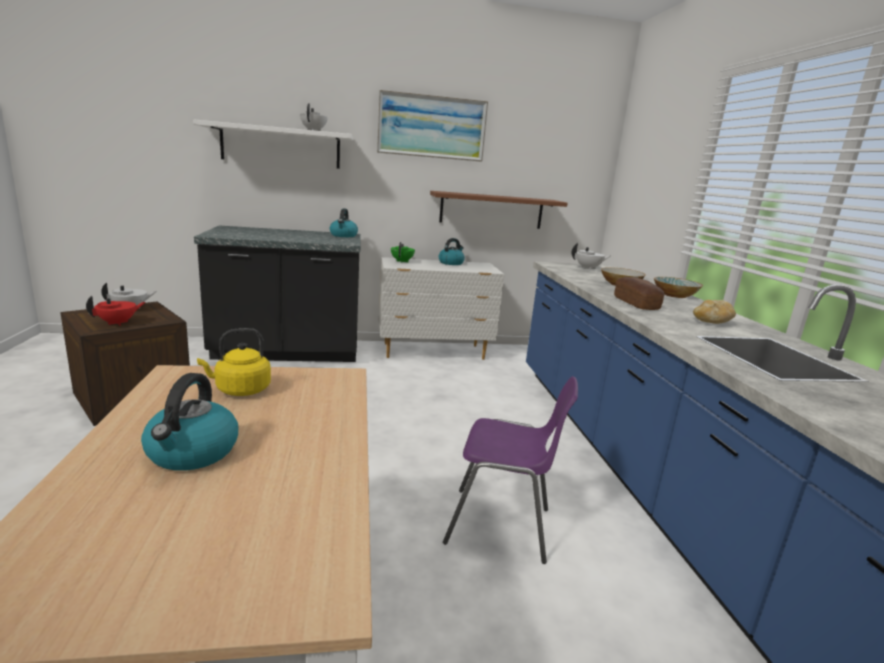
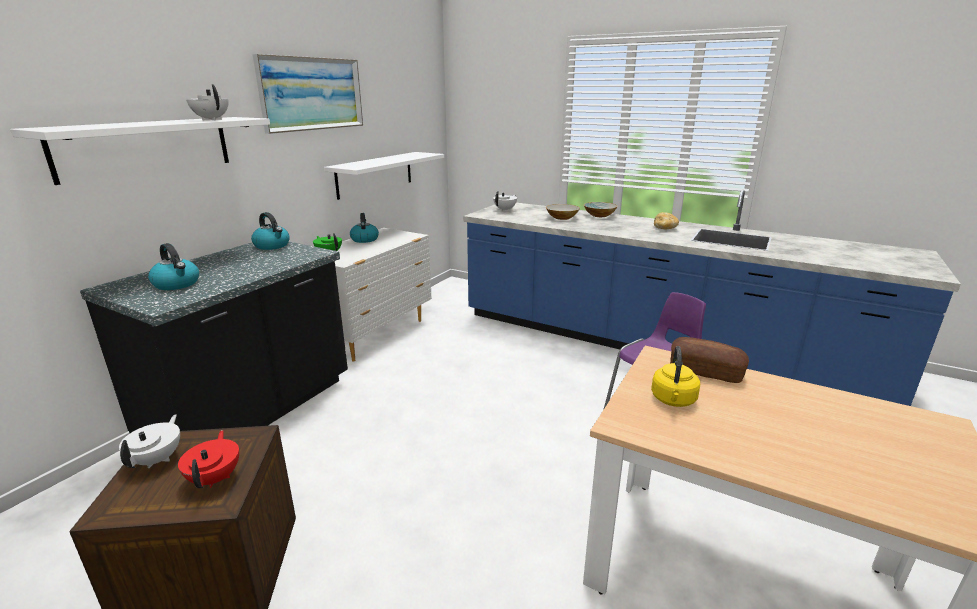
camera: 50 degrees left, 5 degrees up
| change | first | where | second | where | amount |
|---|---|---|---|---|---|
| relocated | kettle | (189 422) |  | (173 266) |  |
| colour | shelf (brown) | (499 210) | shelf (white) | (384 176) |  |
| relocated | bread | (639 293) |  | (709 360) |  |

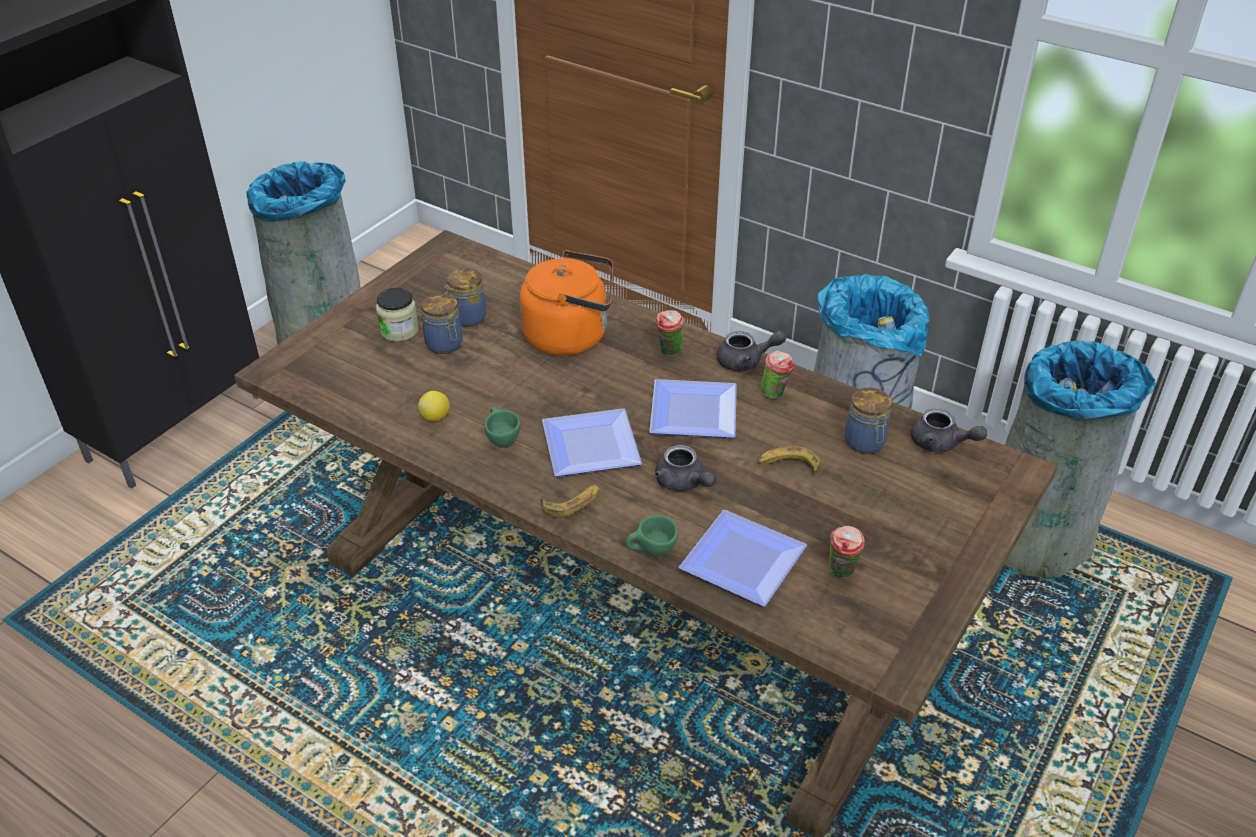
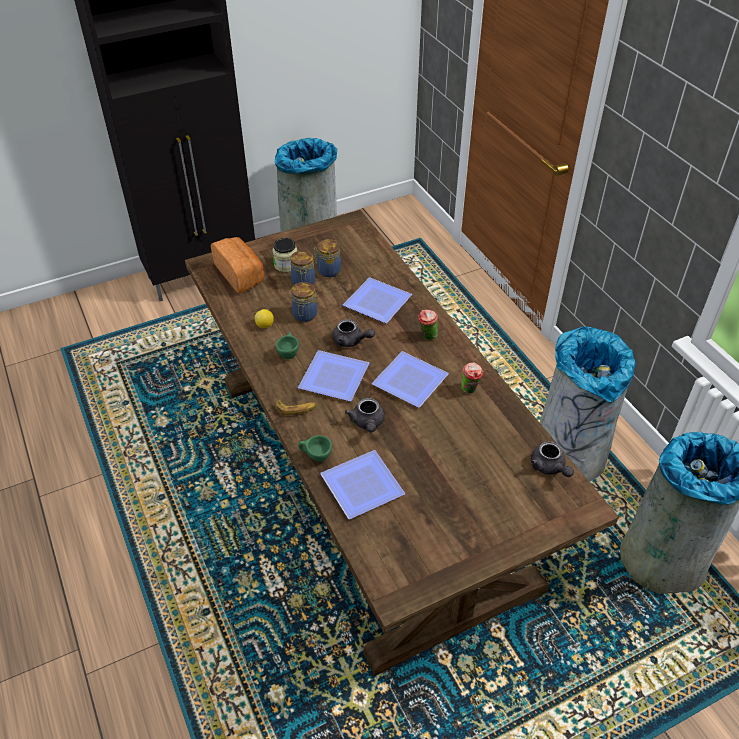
camera: 30 degrees right, 5 degrees up
| change | first | where | second | where | amount |
|---|---|---|---|---|---|
| exchanged | kettle (orange) | (566 303) | plate | (377 300) |  |
| relocated | teapot (grey) | (751 351) |  | (353 333) |  |
| missing | banana | (789 460) |  |  |  |
| missing | cup | (847 552) |  |  |  |
| relocated | jar | (868 421) |  | (304 302) |  |
| appeared |  |  | bread | (237 265) |  |

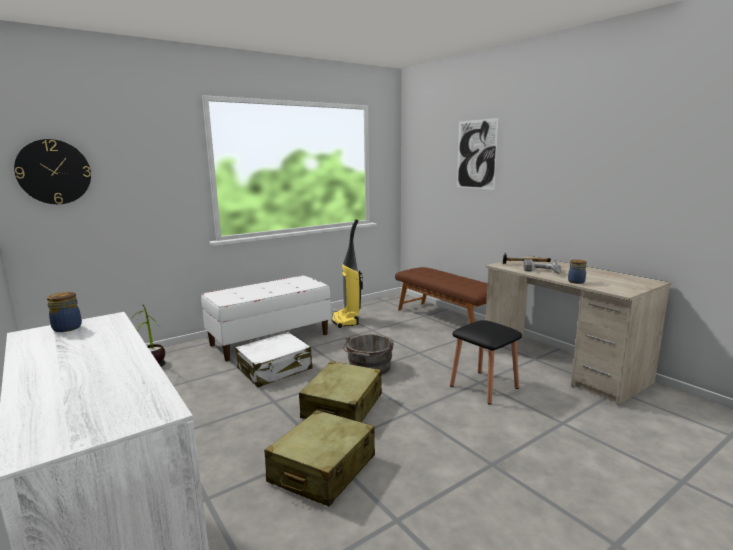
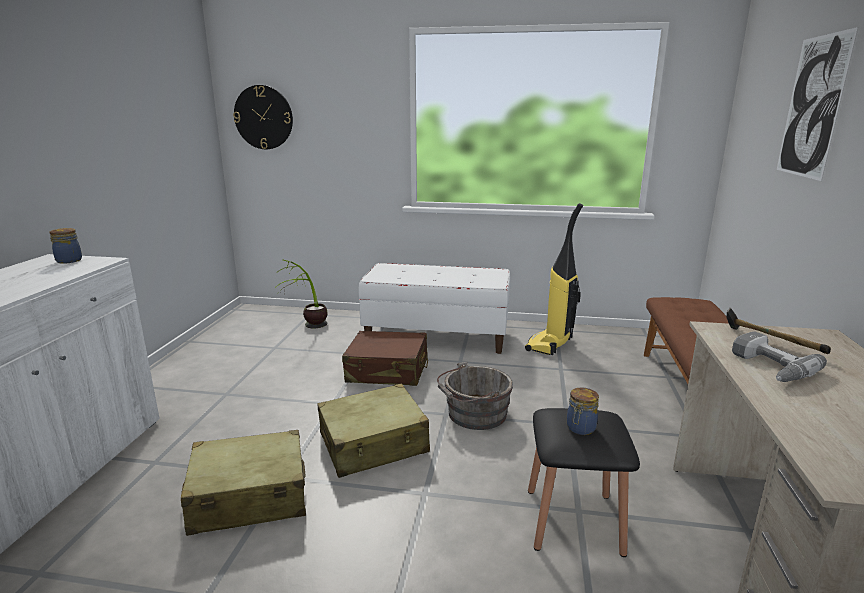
camera: 45 degrees right, 5 degrees up
| change | first | where | second | where | amount |
|---|---|---|---|---|---|
| colour | suitcase (white) | (273 359) | suitcase (brown) | (385 358) |  |
| relocated | jar | (577 271) |  | (583 411) |  |

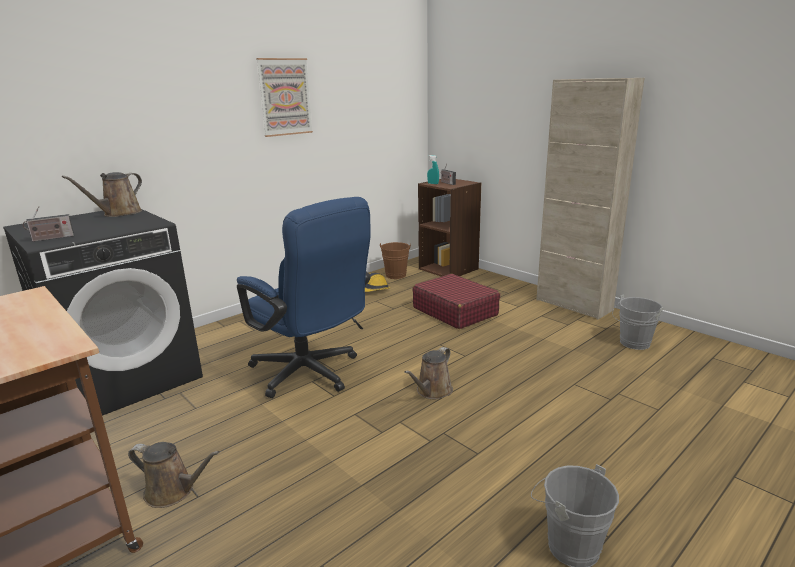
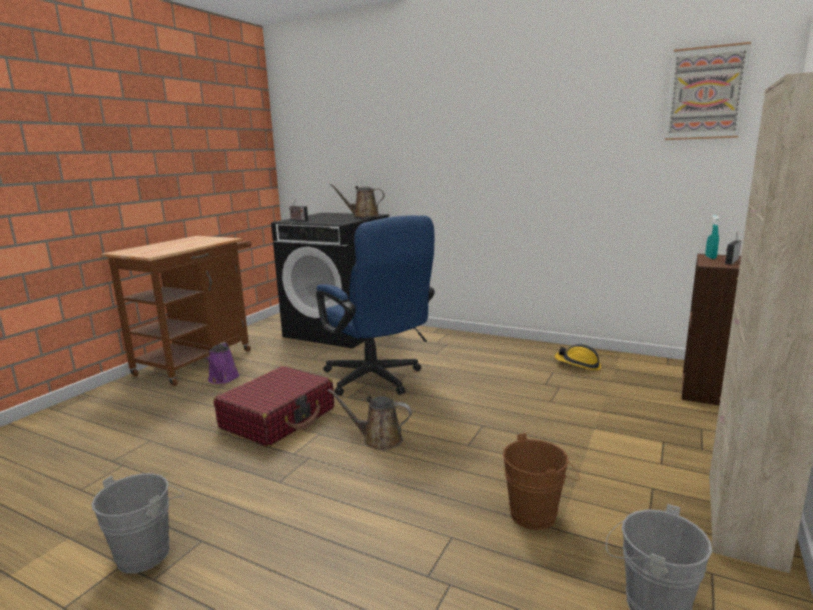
camera: 70 degrees right, 5 degrees down
| change | first | where | second | where | amount |
|---|---|---|---|---|---|
| colour | watering can (brown) | (174 475) | watering can (purple) | (222 363) |  |
| spun | office chair (blue) | (304 297) |  | (375 305) | 60 degrees counterclockwise |
| relocated | picture | (284 97) |  | (708 91) |  |
| relocated | bucket (brown) | (395 260) |  | (541 481) |  |
| relocated | suitcase (red) | (456 301) |  | (274 406) |  |

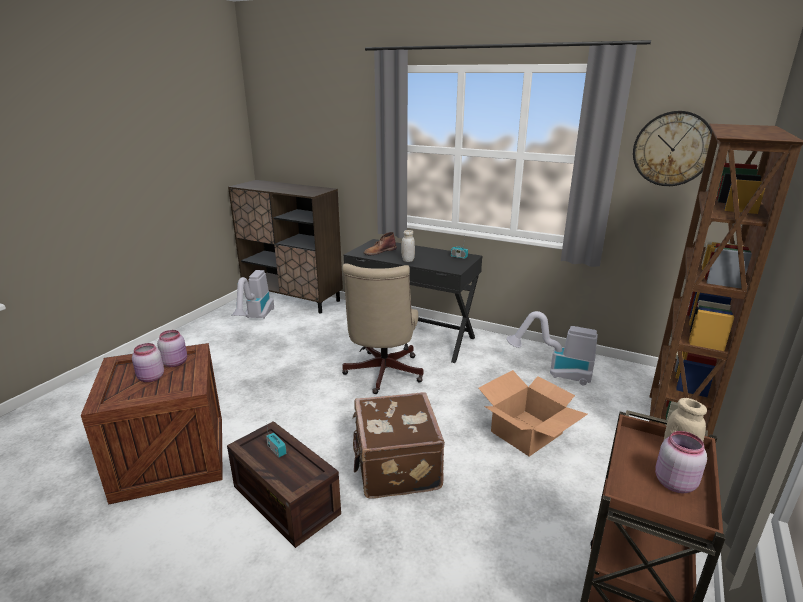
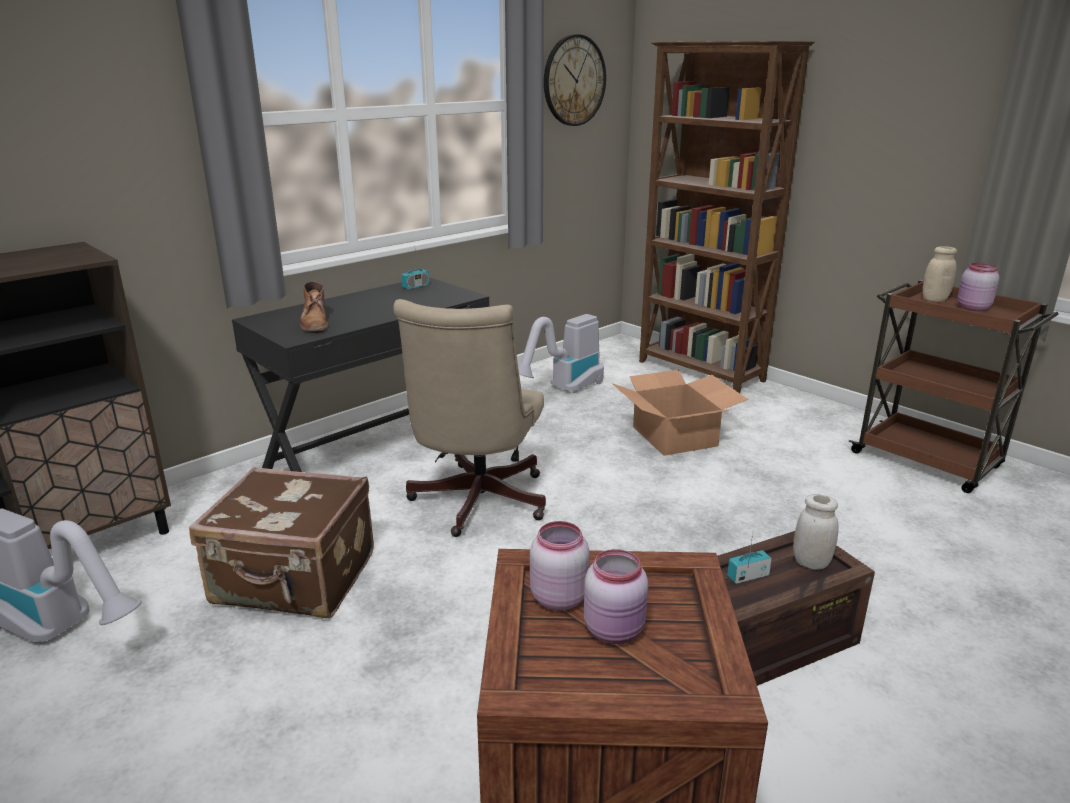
camera: 70 degrees left, 0 degrees up
| change | first | where | second | where | amount |
|---|---|---|---|---|---|
| spun | office chair (beige) | (383 328) |  | (469 418) | 75 degrees clockwise |
| relocated | suitcase (brown) | (398 445) |  | (281 542) |  |
| relocated | jar (white) | (408 246) |  | (816 532) |  |

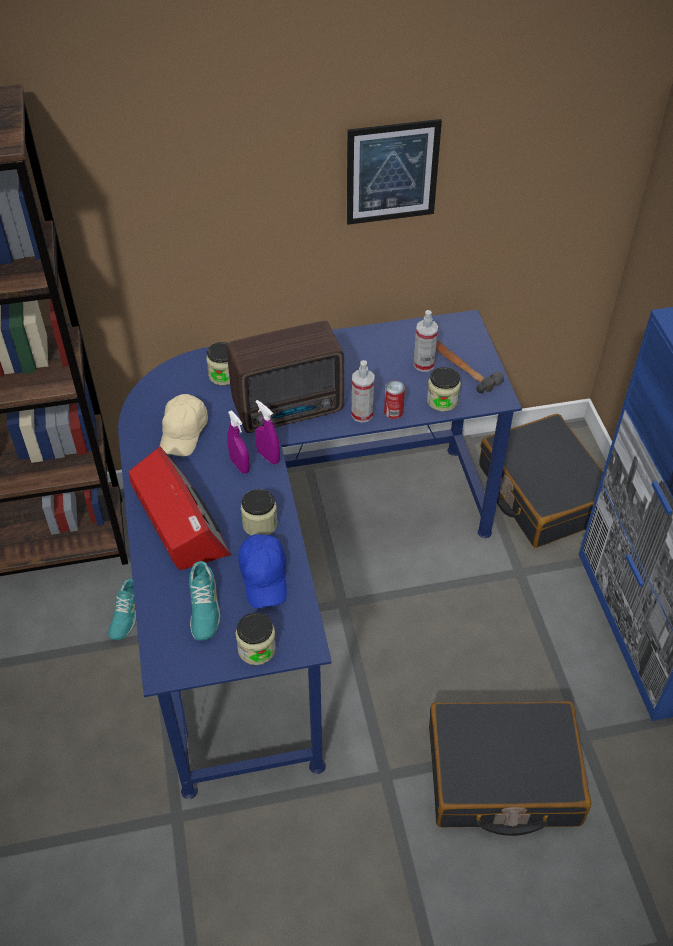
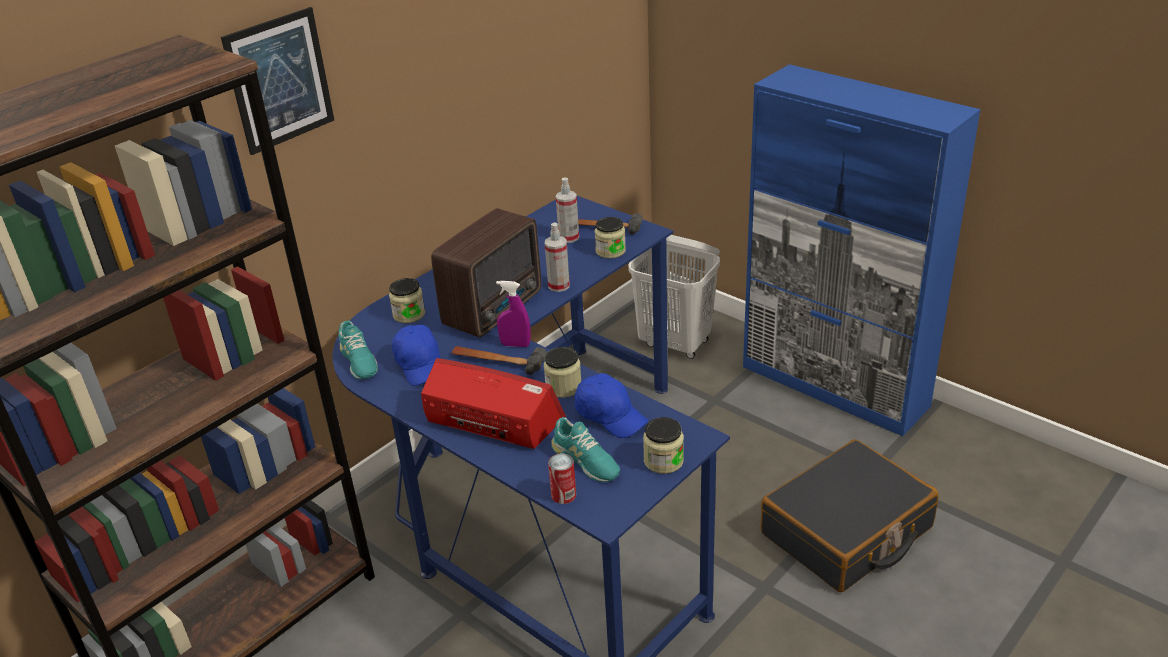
camera: 35 degrees left, 15 degrees down
| change | first | where | second | where | amount |
|---|---|---|---|---|---|
| relocated | shoe (turquoise) | (122 609) |  | (358 350) |  |
| colour | cap (beige) | (184 425) | cap (blue) | (416 355) |  |
| exchanged | spray bottle (purple) | (238 442) | hammer | (499 360) |  |
| relocated | picture | (394 172) |  | (277 81) |  |
| relocated | can | (394 400) |  | (562 479) |  |
| exchanged | suitcase (black) | (541 481) | laundry basket (white) | (674 297) |  |

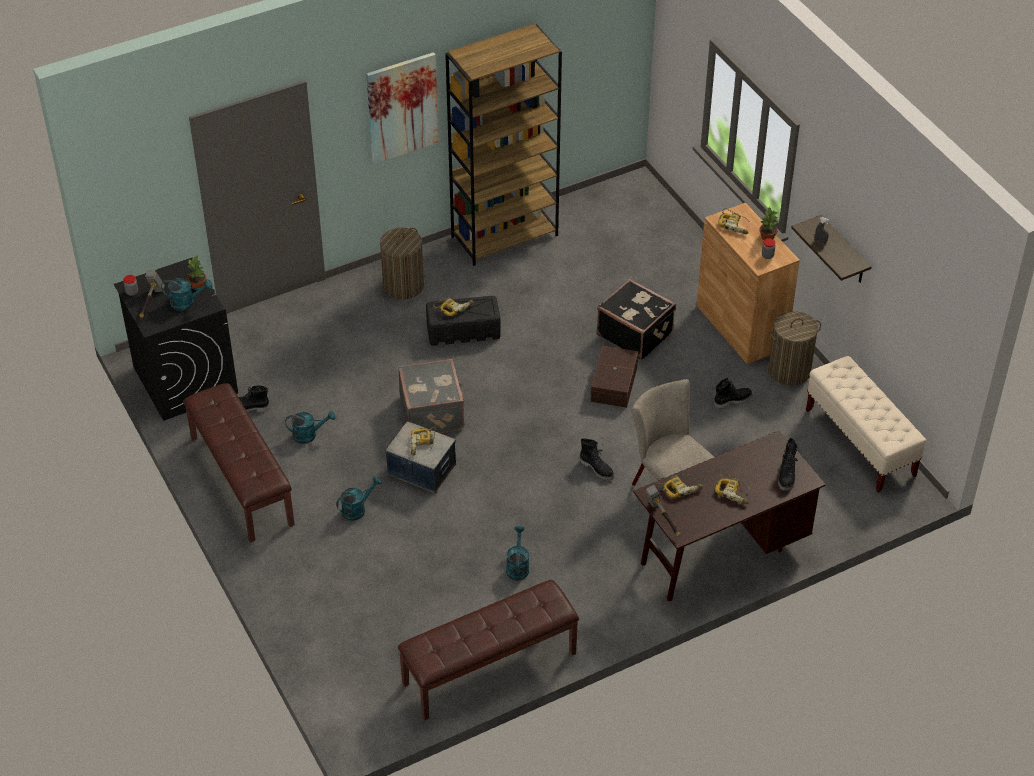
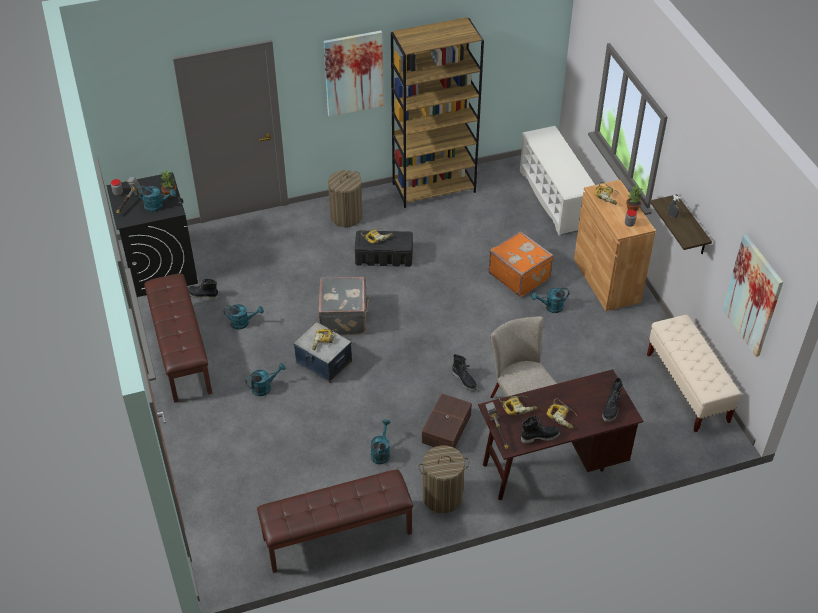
camera: 10 degrees right, 0 degrees up
| change | first | where | second | where | amount |
|---|---|---|---|---|---|
| relocated | storage box (brown) | (614 377) |  | (447 420) |  |
| colour | suitcase (black) | (636 319) | suitcase (orange) | (521 264) |  |
| relocated | boot (black) | (733 393) |  | (540 430) |  |
| relocated | laundry basket | (794 348) |  | (443 479) |  |
| appeared |  |  | shoe rack (white) | (557 181) |  |
| appeared |  |  | watering can (turquoise) | (550 300) |  |
| appeared |  |  | picture | (752 296) |  |

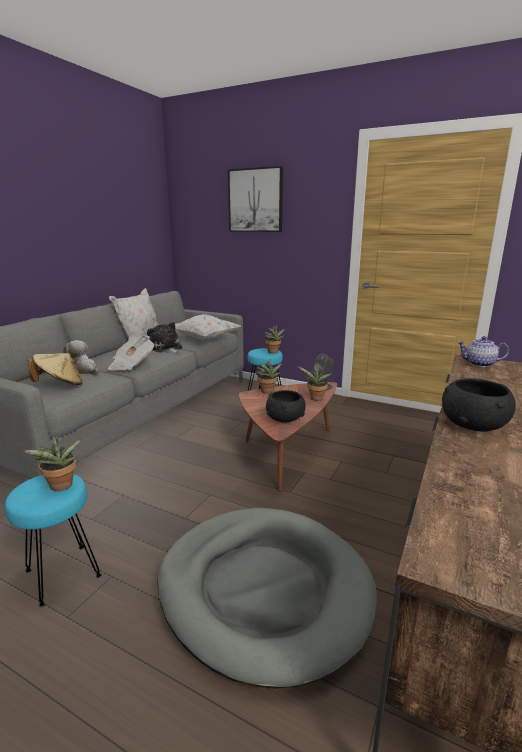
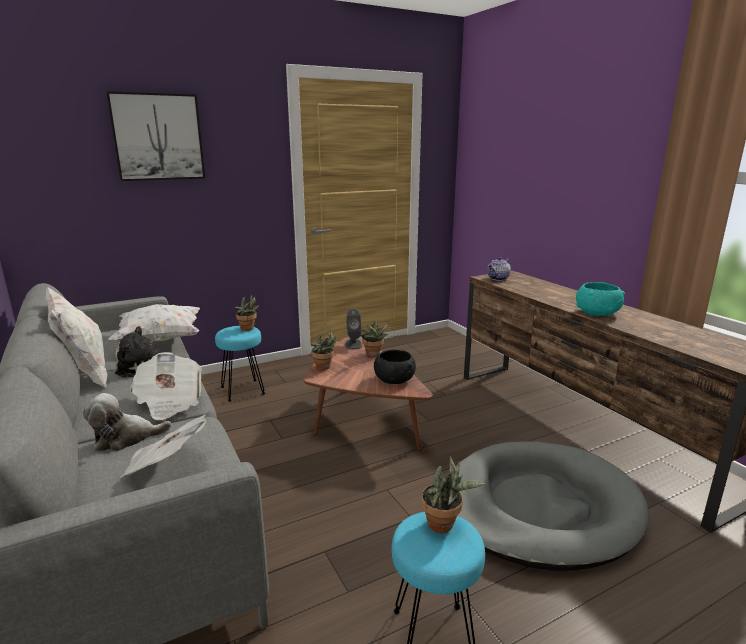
camera: 55 degrees left, 0 degrees up
| change | first | where | second | where | amount |
|---|---|---|---|---|---|
| exchanged | hat (beige) | (55 369) | newspaper | (163 446) |  |
| colour | bowl (black) | (479 405) | bowl (turquoise) | (600 299) |  |

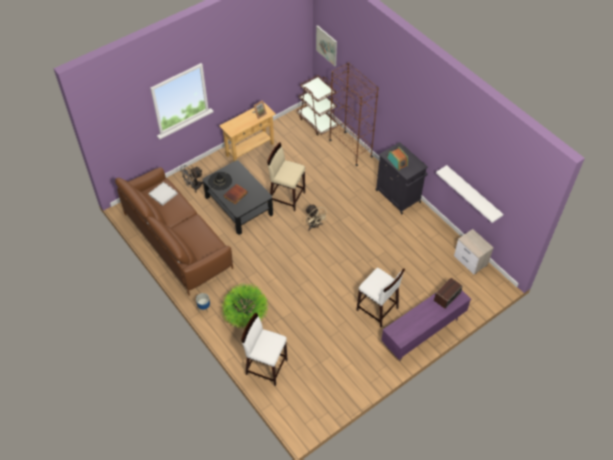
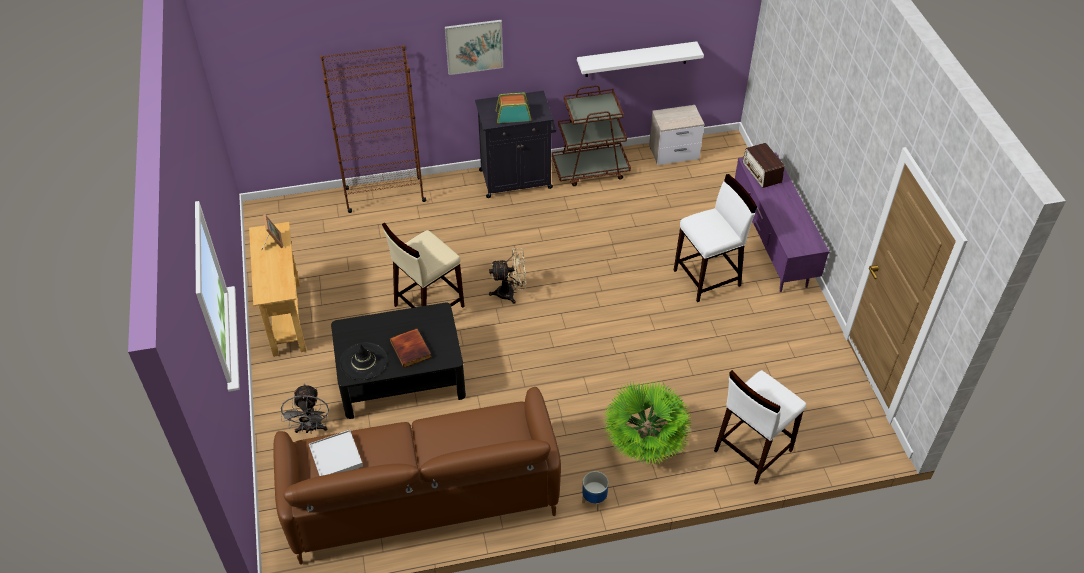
camera: 65 degrees left, 5 degrees down
| change | first | where | second | where | amount |
|---|---|---|---|---|---|
| relocated | cart (brown) | (318 105) |  | (591 135) |  |
| relocated | picture | (326 45) |  | (474 47) |  |

